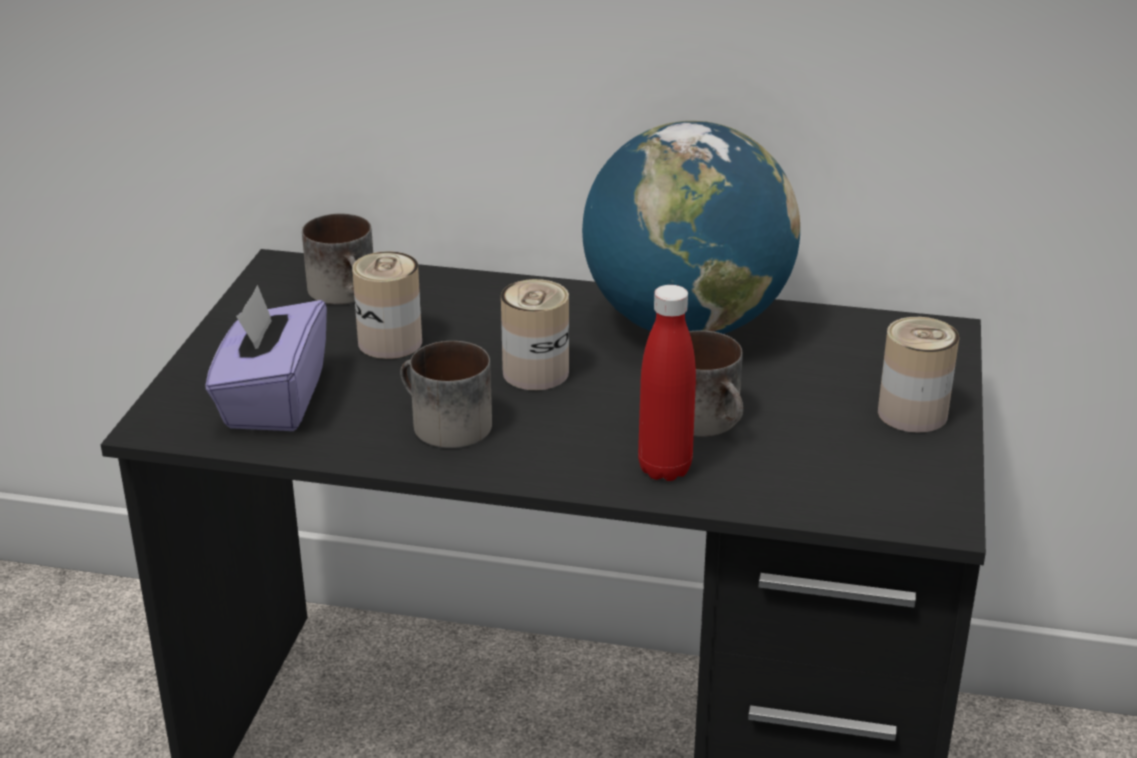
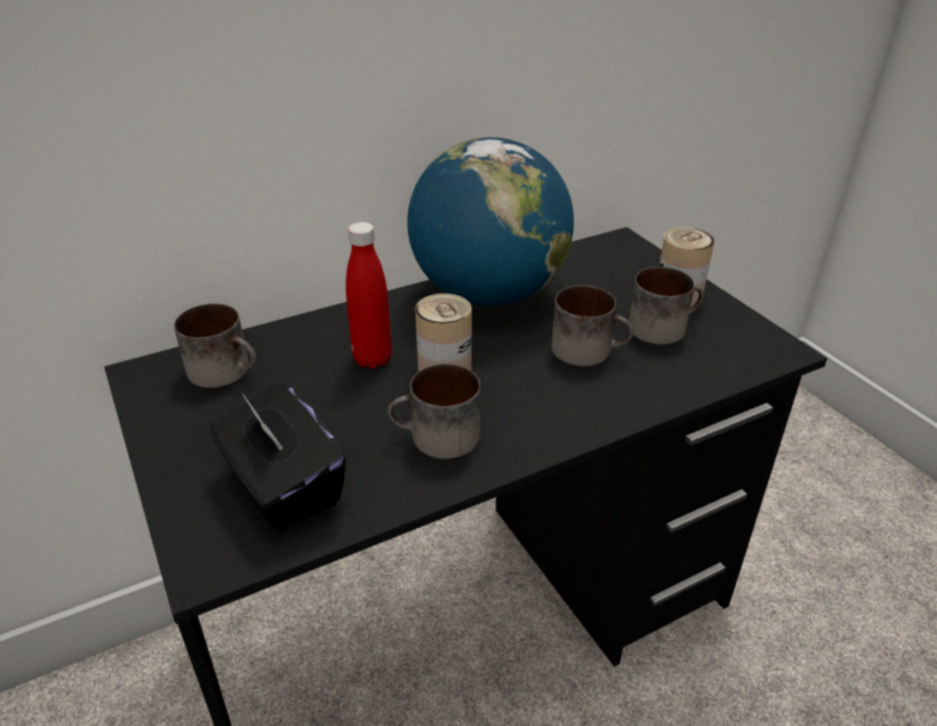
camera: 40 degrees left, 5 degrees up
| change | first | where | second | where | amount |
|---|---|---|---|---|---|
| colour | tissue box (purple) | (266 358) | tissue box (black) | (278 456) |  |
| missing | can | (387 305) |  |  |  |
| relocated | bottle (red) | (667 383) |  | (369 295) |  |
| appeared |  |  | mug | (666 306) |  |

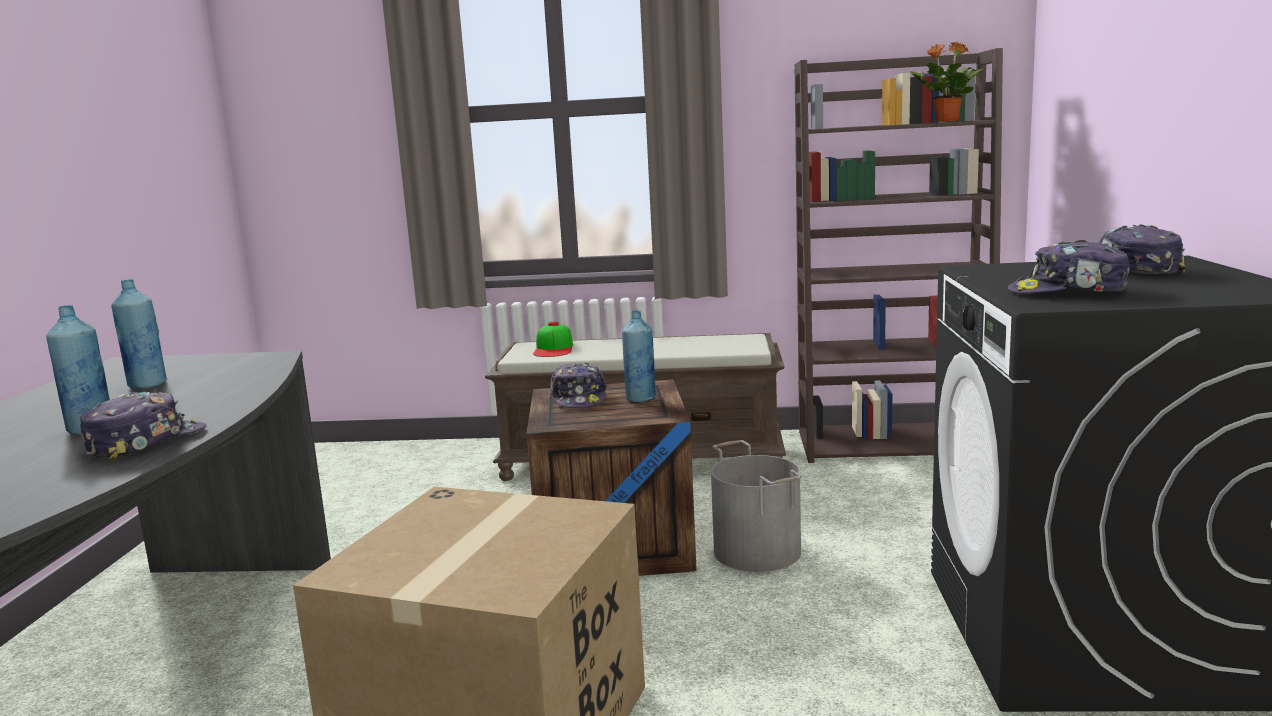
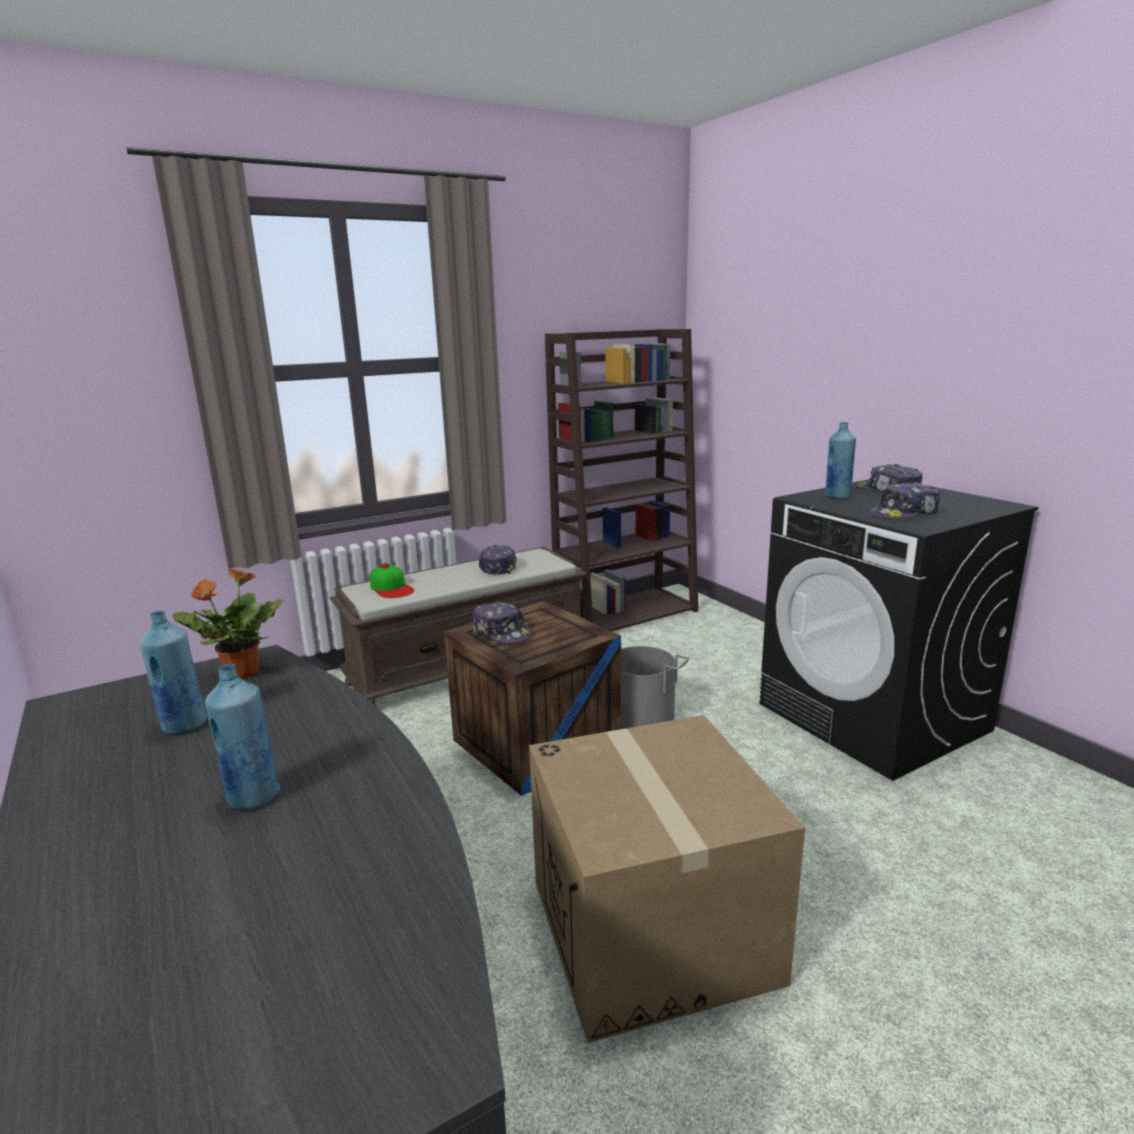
camera: 35 degrees left, 5 degrees up
| change | first | where | second | where | amount |
|---|---|---|---|---|---|
| relocated | cap | (143 426) |  | (498 559) |  |
| relocated | bottle (blue) | (639 356) |  | (840 460) |  |
| relocated | potted plant | (947 82) |  | (227 623) |  |

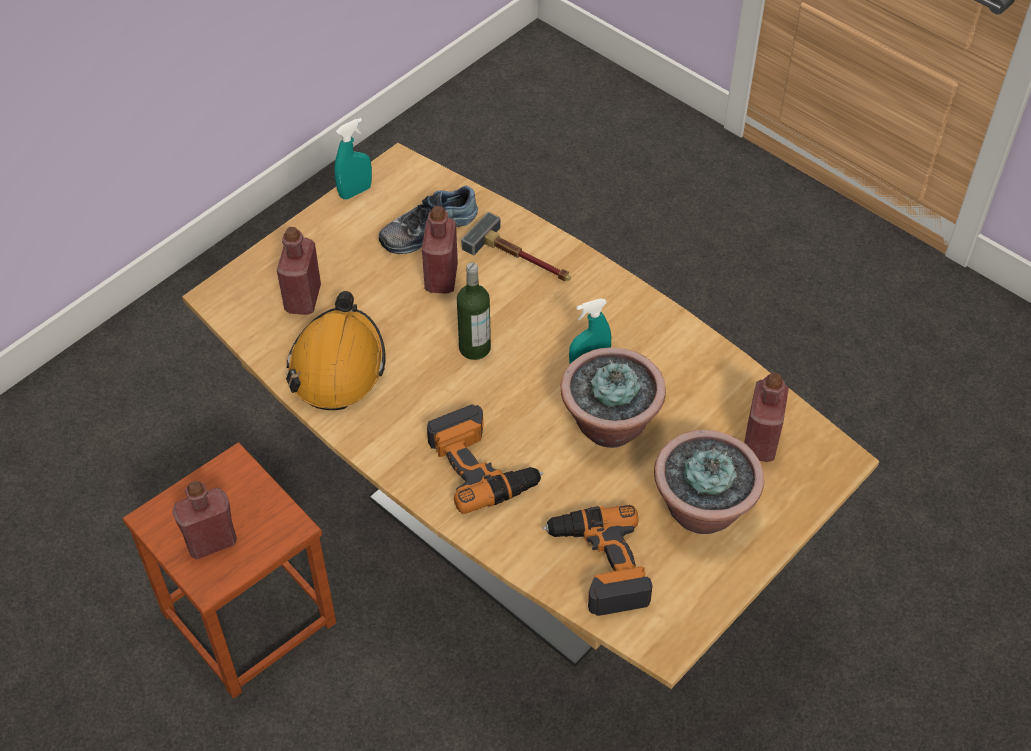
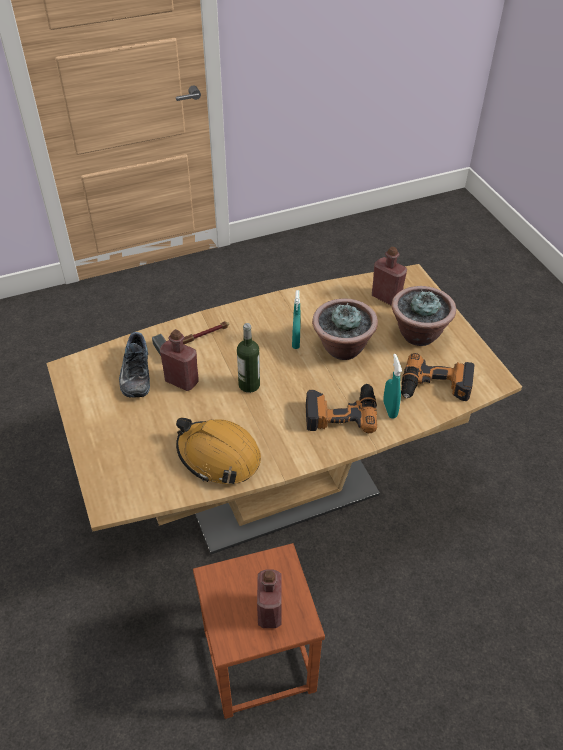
camera: 65 degrees left, 5 degrees down
| change | first | where | second | where | amount |
|---|---|---|---|---|---|
| missing | bottle (red) | (299 271) |  |  |  |
| relocated | spray bottle (turquoise) | (353 158) |  | (392 386) |  |

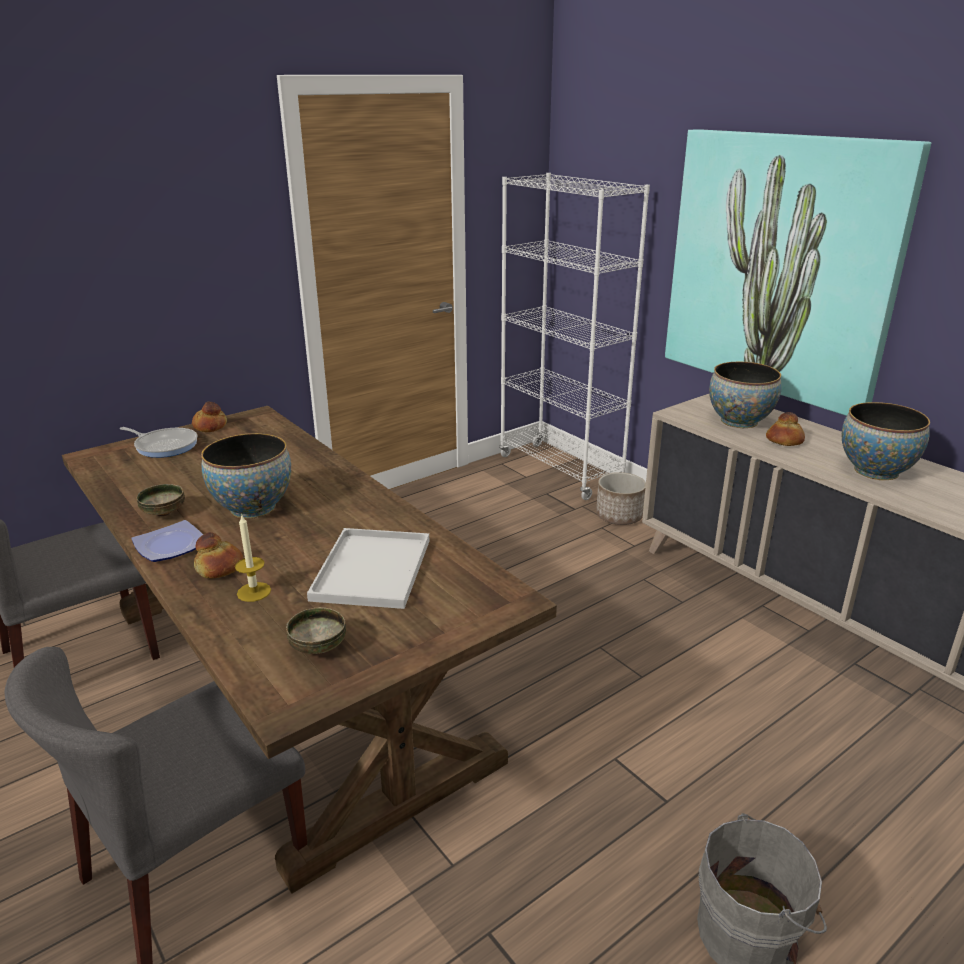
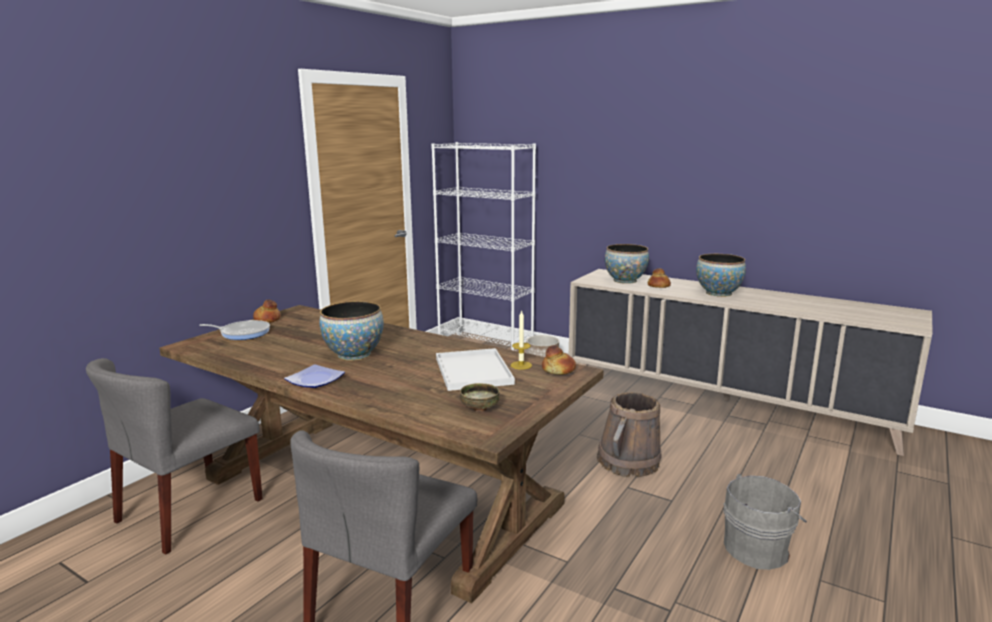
camera: 20 degrees left, 10 degrees down
| change | first | where | second | where | amount |
|---|---|---|---|---|---|
| missing | bowl | (160 500) |  |  |  |
| relocated | bread | (218 555) |  | (559 360) |  |
| relocated | candle | (253 558) |  | (521 339) |  |
| missing | picture | (798 272) |  |  |  |
| appeared |  |  | bucket (brown) | (629 434) |  |

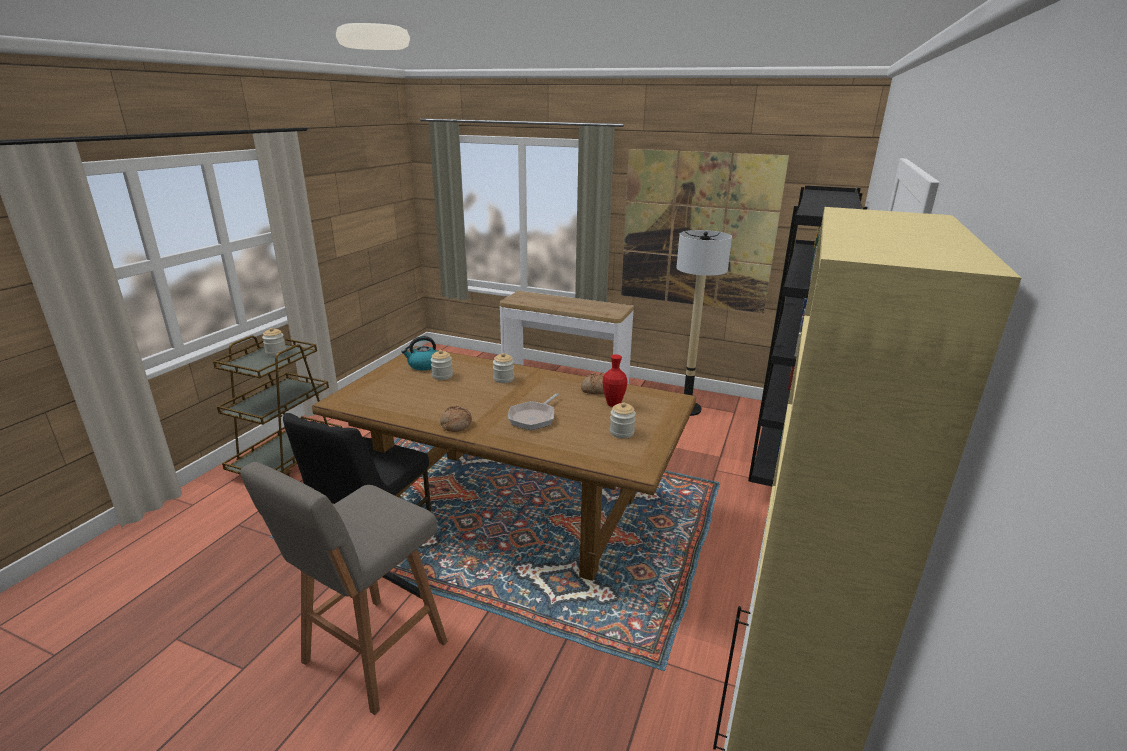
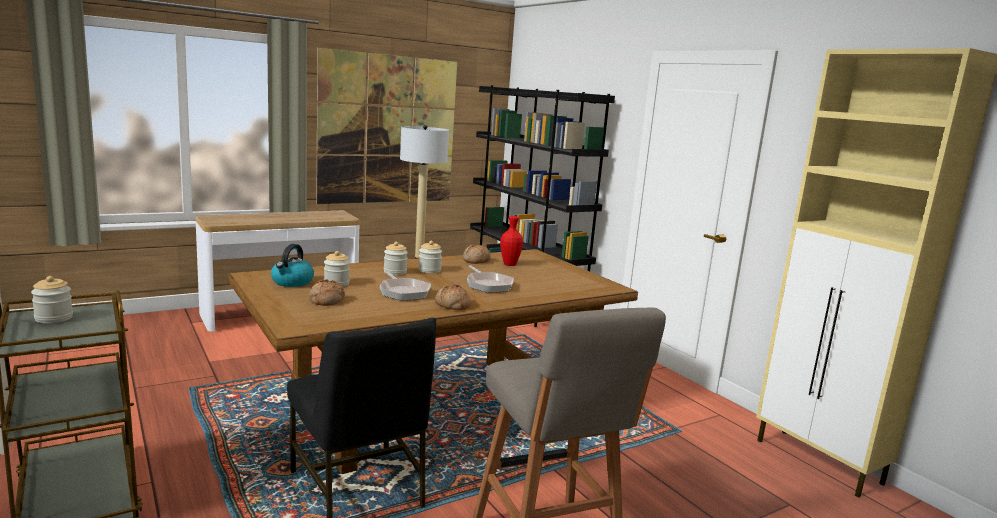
camera: 55 degrees left, 10 degrees down
| change | first | where | second | where | amount |
|---|---|---|---|---|---|
| relocated | jar | (623 420) |  | (430 257) |  |
| appeared |  |  | bread | (327 292) |  |
| appeared |  |  | frying pan | (405 286) |  |

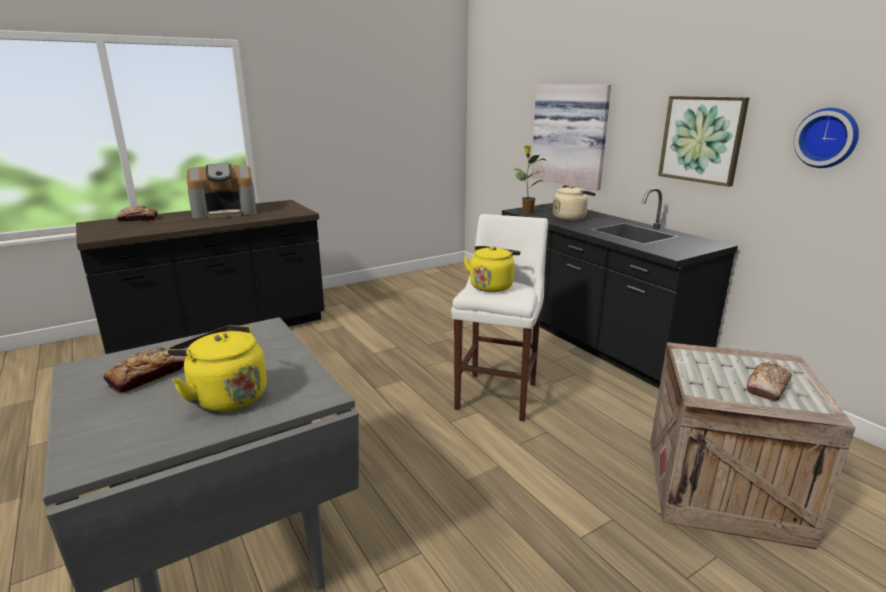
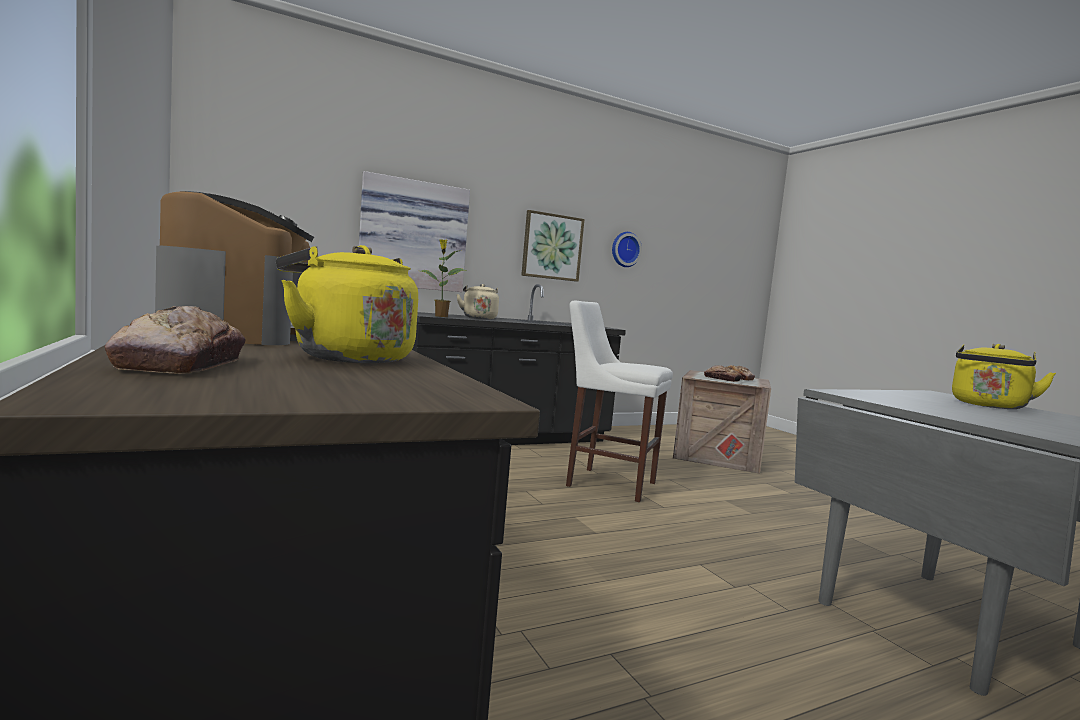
camera: 85 degrees left, 15 degrees down
| change | first | where | second | where | amount |
|---|---|---|---|---|---|
| relocated | bread | (144 370) |  | (723 373) |  |
| relocated | kettle (yellow) | (491 269) |  | (347 304) |  |

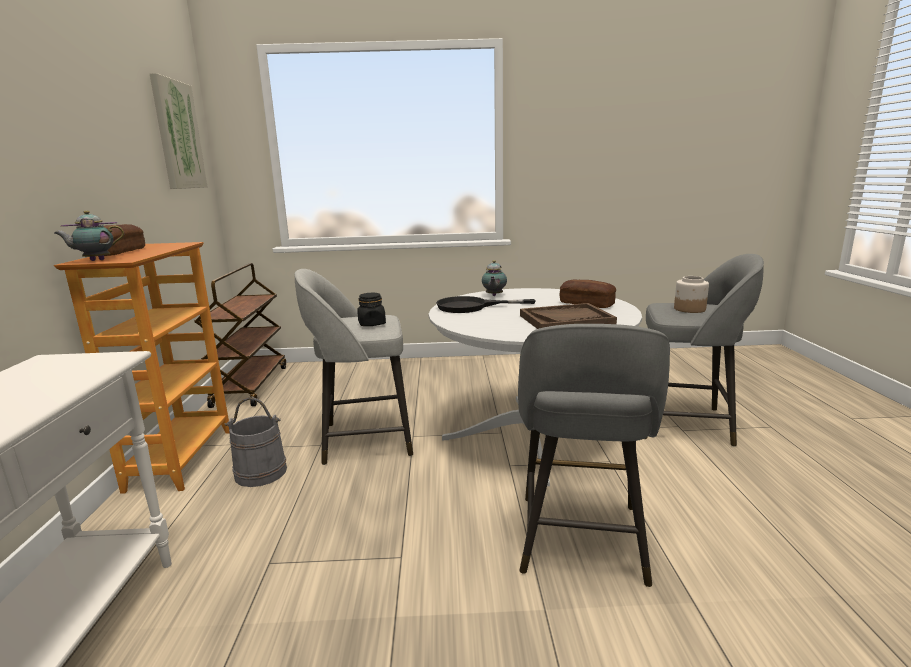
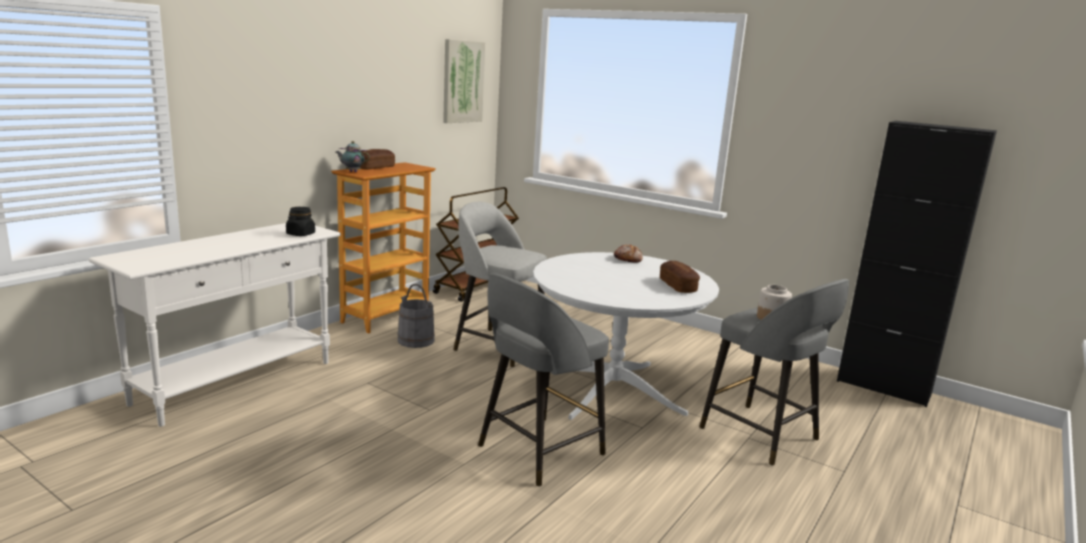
camera: 35 degrees right, 0 degrees up
| change | first | where | second | where | amount |
|---|---|---|---|---|---|
| relocated | jar (black) | (371 309) |  | (300 221) |  |
| missing | frying pan (black) | (486 304) |  |  |  |
| exchanged | teapot | (494 278) | bread | (628 253) |  |
| missing | tray (brown) | (568 316) |  |  |  |
| appeared |  |  | cabinet (black) | (917 264) |  |

